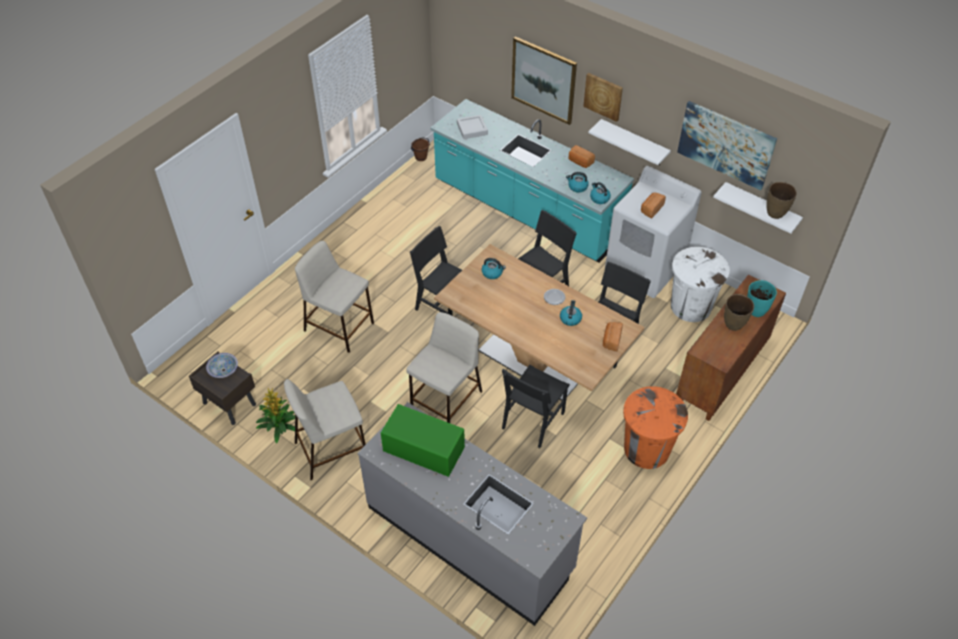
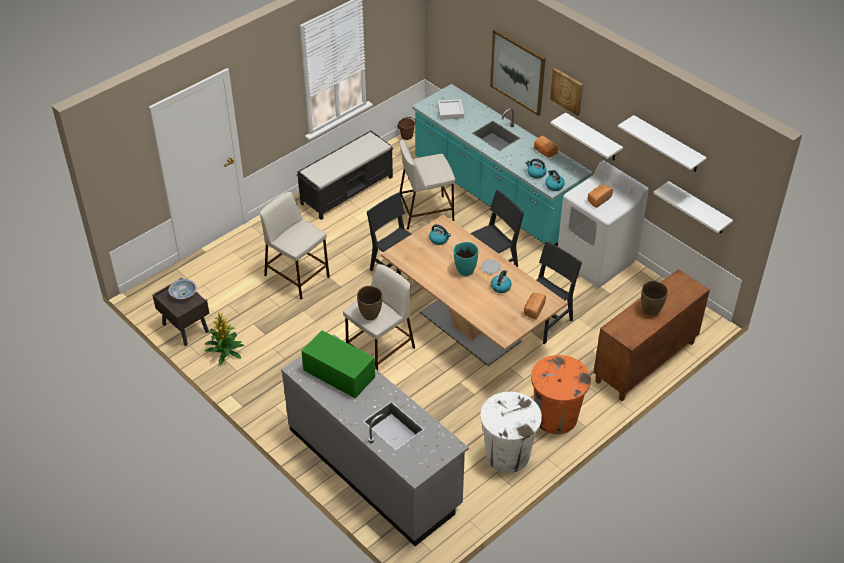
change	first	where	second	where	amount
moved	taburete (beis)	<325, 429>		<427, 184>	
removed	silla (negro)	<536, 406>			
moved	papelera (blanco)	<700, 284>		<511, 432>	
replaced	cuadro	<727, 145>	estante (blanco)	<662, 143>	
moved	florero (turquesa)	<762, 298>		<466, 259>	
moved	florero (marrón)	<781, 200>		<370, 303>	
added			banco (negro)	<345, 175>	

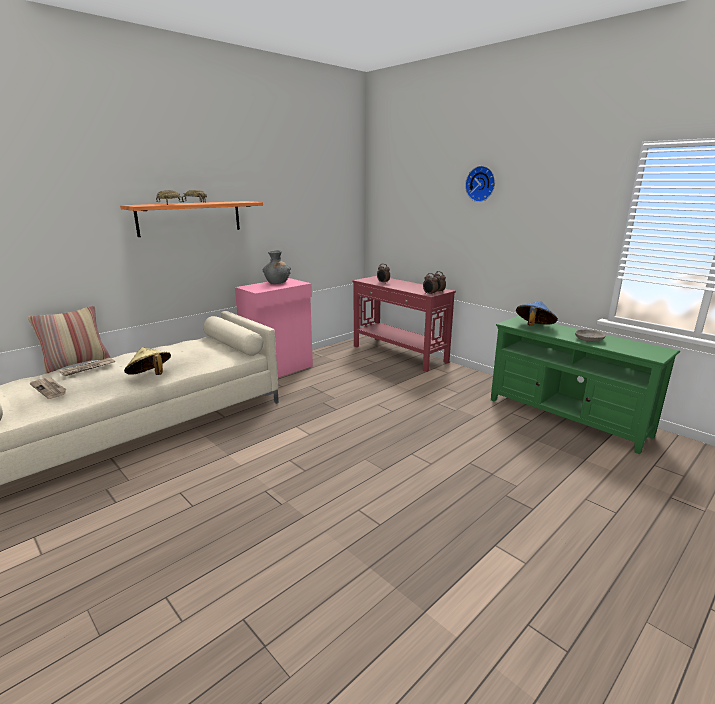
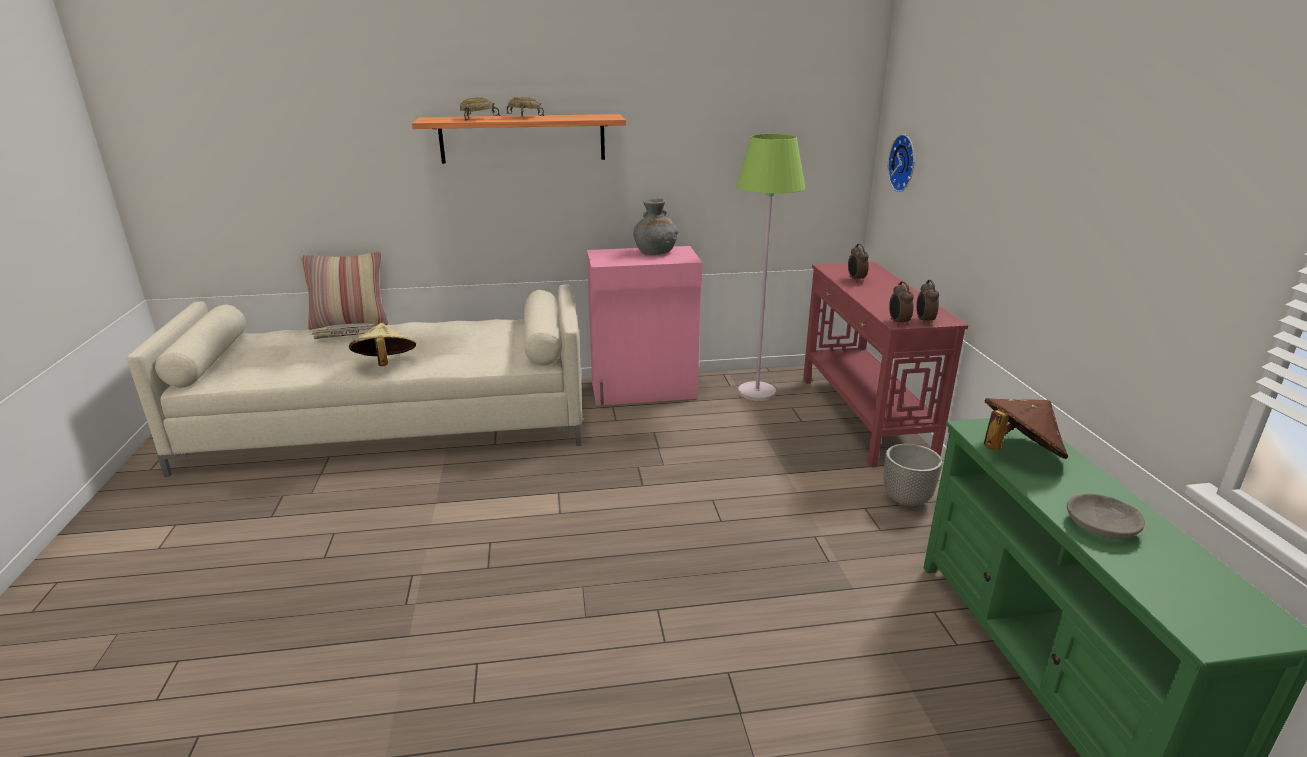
change	first	where	second	where	amount
removed	periódico	<48, 388>			
moved	reloj de pared	<480, 184>		<901, 163>	
recoloured	sombrero (azul)	<537, 313>	sombrero (marrón)	<1026, 428>	
added			lámpara de pie (verde)	<770, 267>	
added			maceta	<913, 476>	

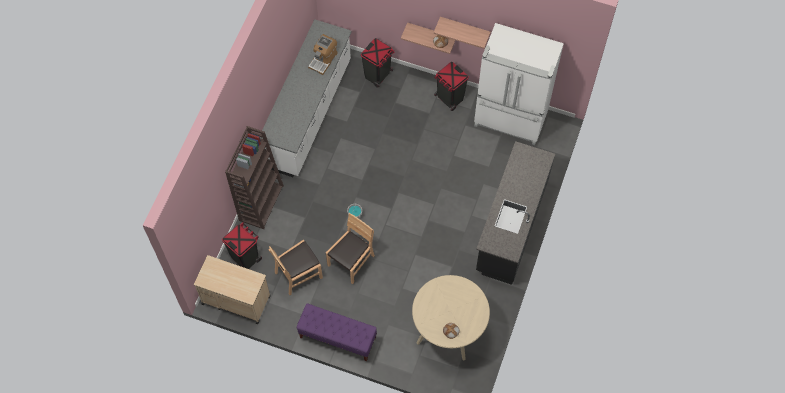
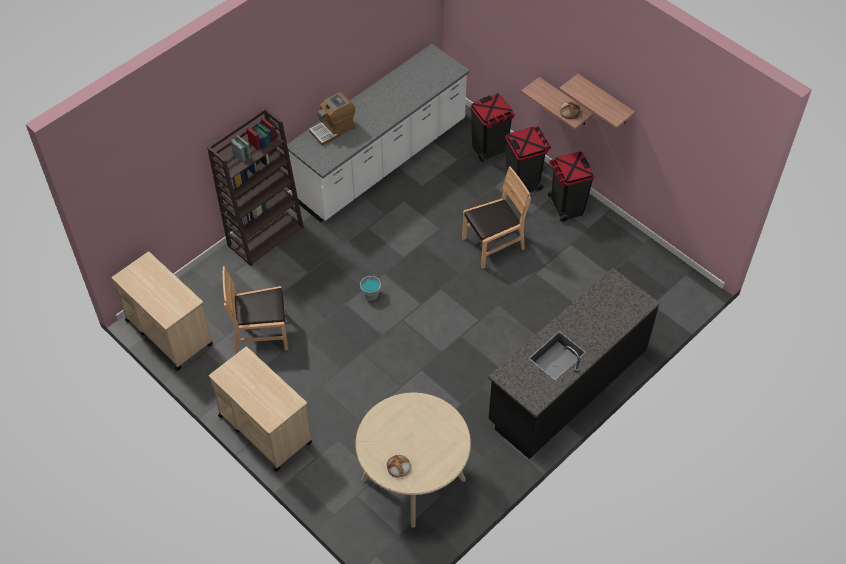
change	first	where	second	where	amount
moved	papelera (negro)	<242, 245>		<528, 159>	
replaced	banco (morado)	<337, 332>	carrito (beis)	<260, 409>	
moved	cafetera	<323, 54>		<332, 119>	
moved	silla (marrón)	<350, 248>		<496, 217>	
removed	nevera (blanco)	<519, 84>			

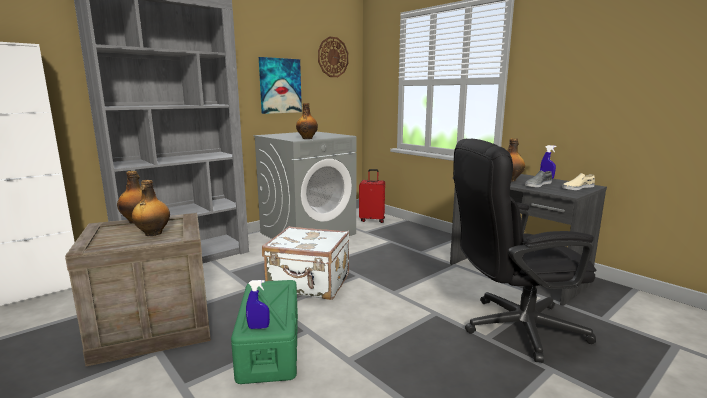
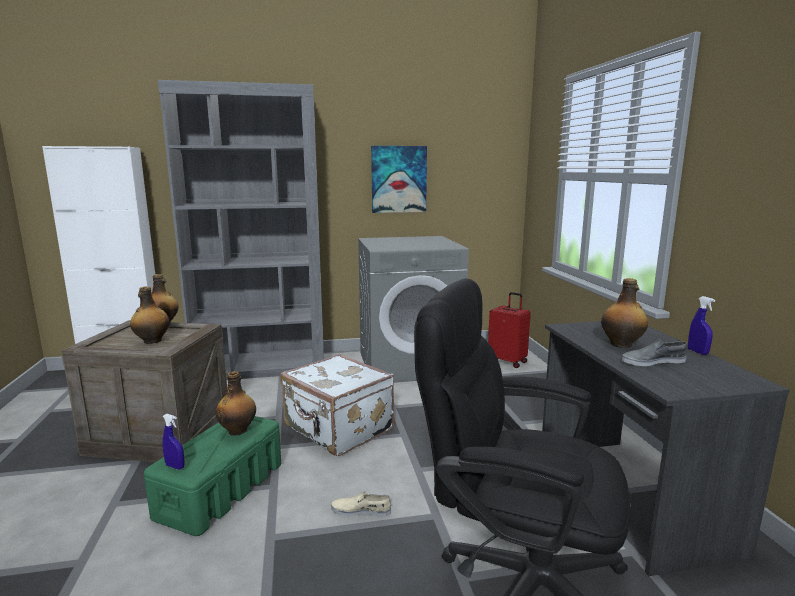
change	first	where	second	where	amount
moved	botella	<307, 121>		<236, 403>	
removed	reloj de pared	<333, 56>			
moved	zapato (beis)	<578, 181>		<361, 504>	

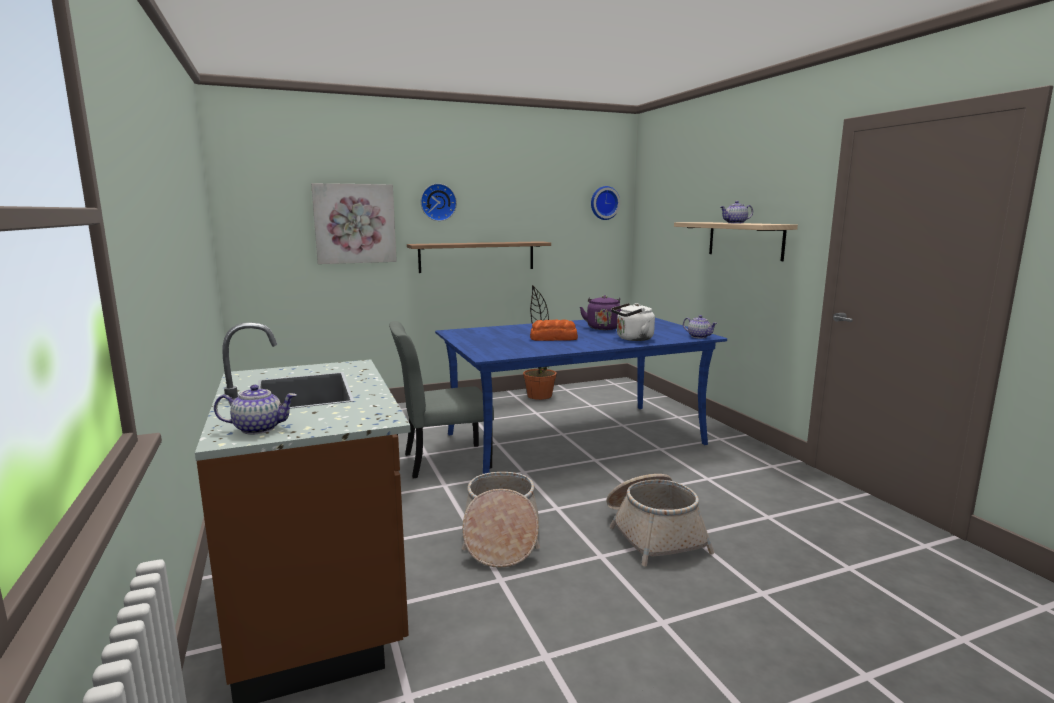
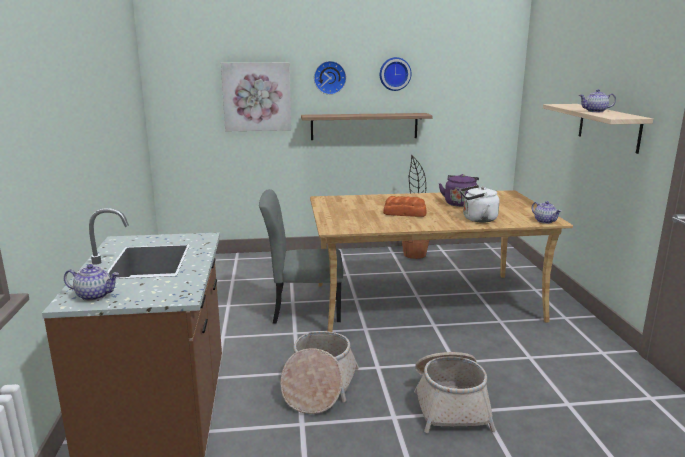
change	first	where	second	where	amount
recoloured	mesa de comedor (azul)	<581, 396>	mesa de comedor (beis)	<441, 261>	
moved	reloj de pared	<605, 203>		<395, 74>	

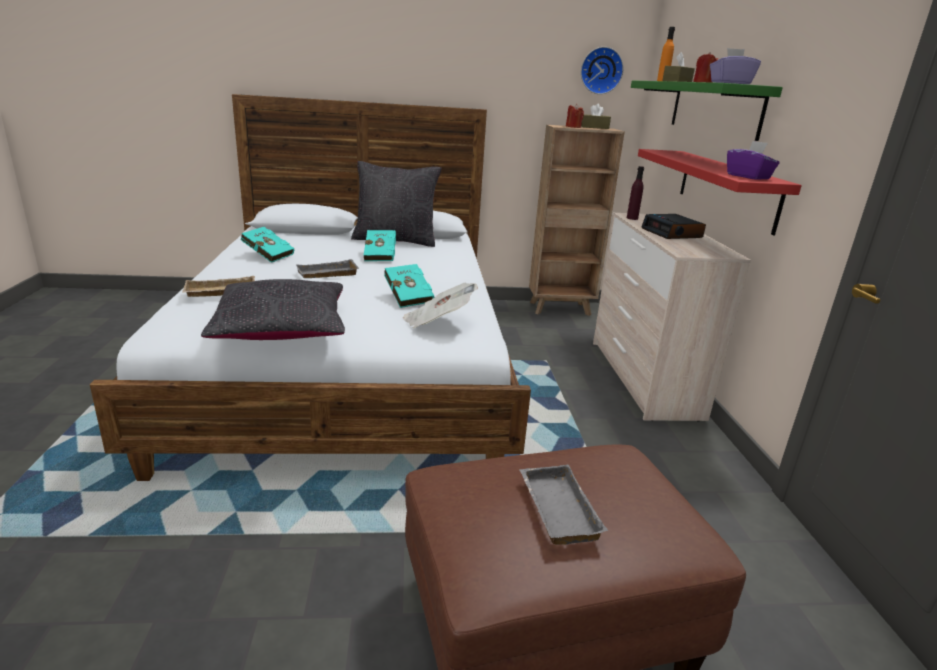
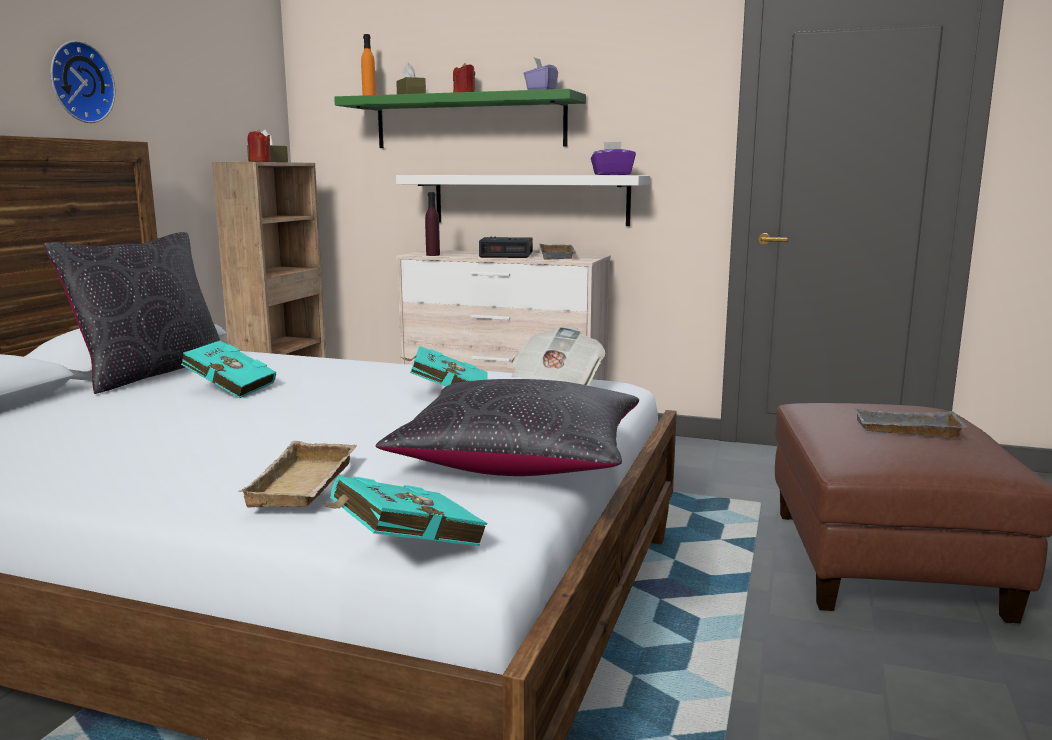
change	first	where	second	where	amount
moved	libro (turquesa)	<267, 245>		<404, 511>	
moved	bandeja (gris)	<328, 268>		<558, 252>	
moved	reloj de pared	<602, 70>		<83, 82>	
recoloured	estante (rojo)	<720, 192>	estante (blanco)	<523, 200>	

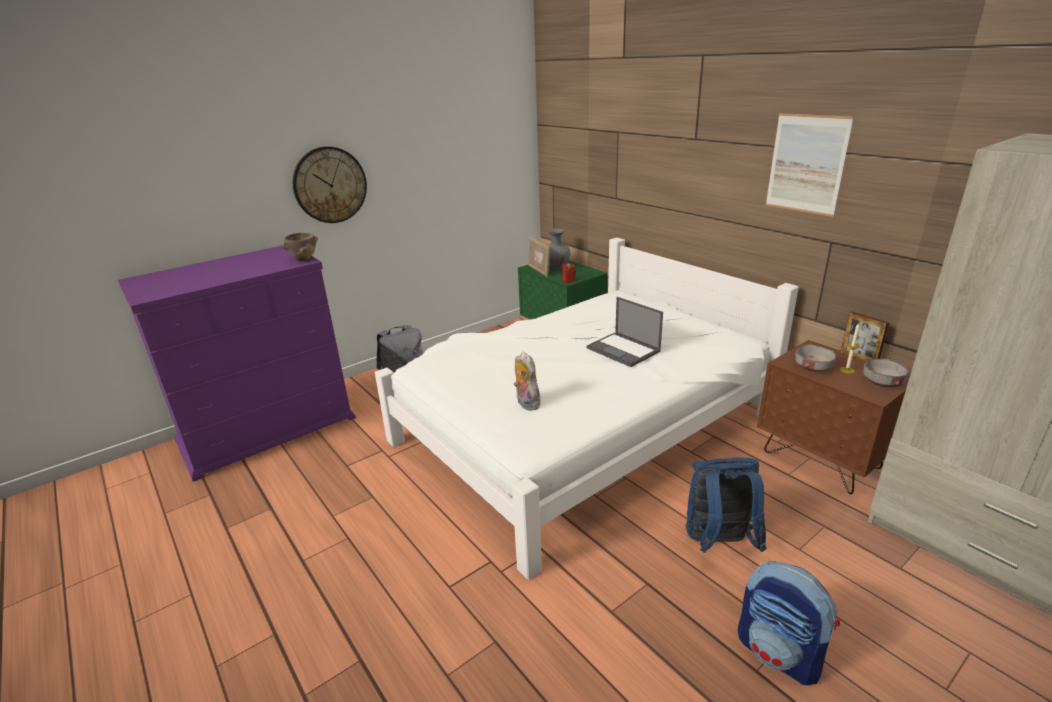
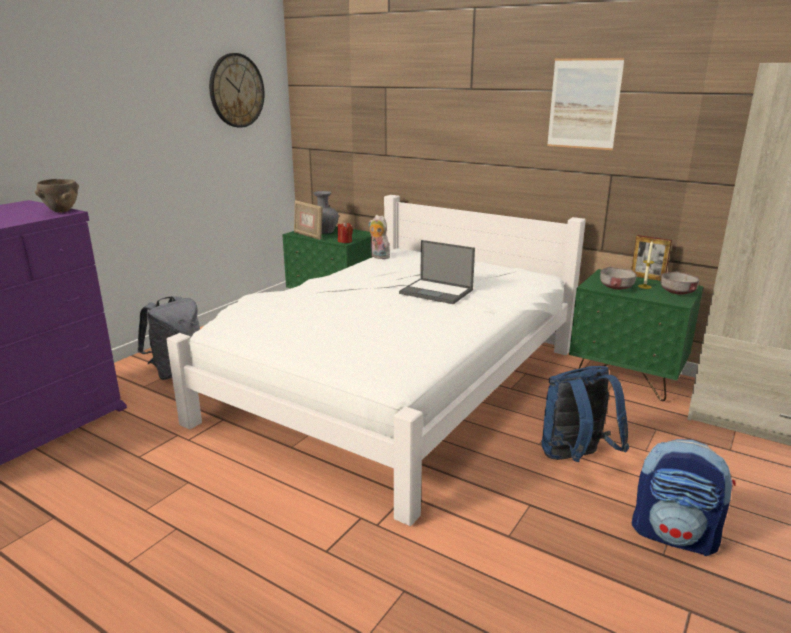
change	first	where	second	where	amount
moved	reloj de pared	<330, 184>		<236, 90>	
moved	peluche	<528, 381>		<379, 237>	
recoloured	mesita de noche (marrón)	<833, 417>	mesita de noche (verde)	<636, 335>	

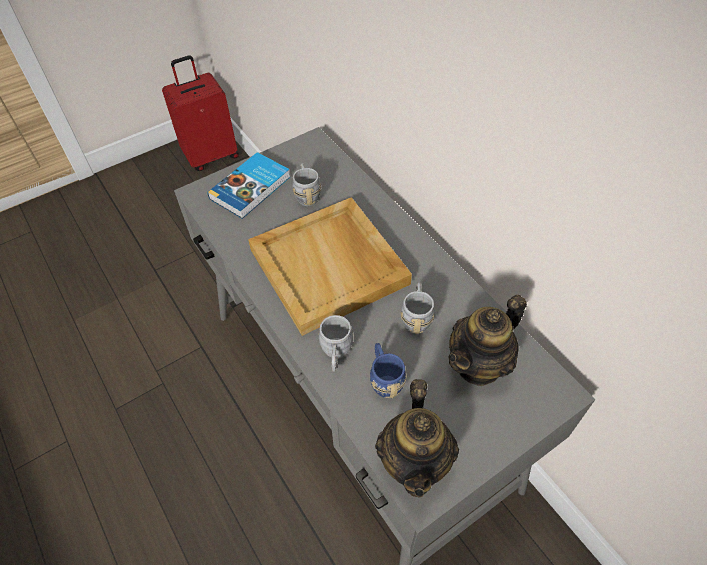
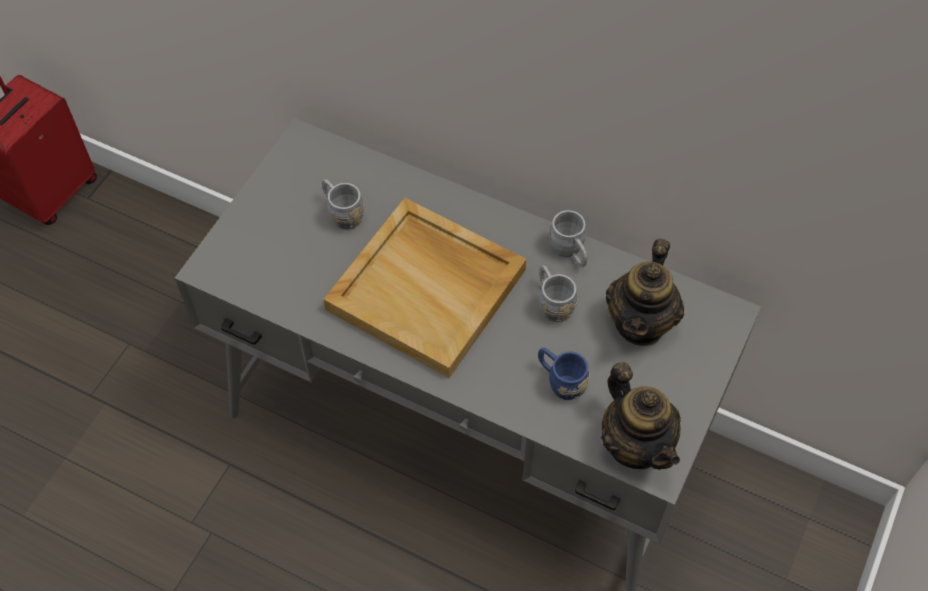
change	first	where	second	where	amount
removed	libro	<248, 185>			
moved	taza grande (gris)	<336, 343>		<568, 238>	

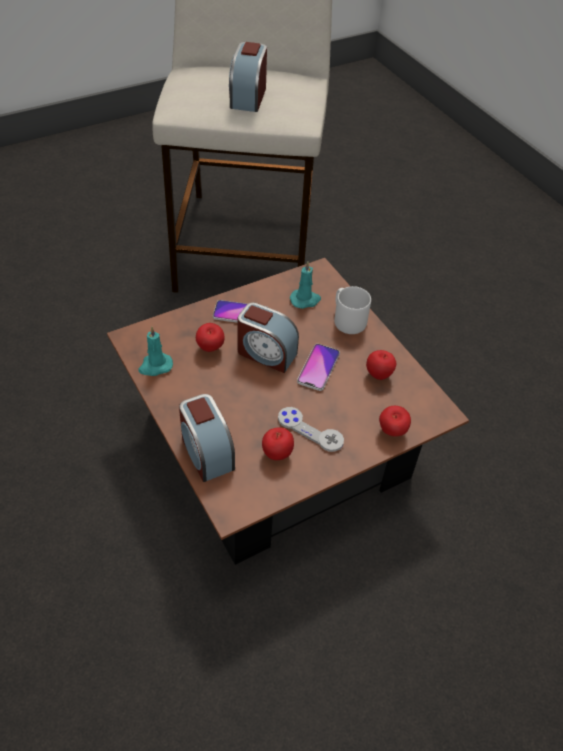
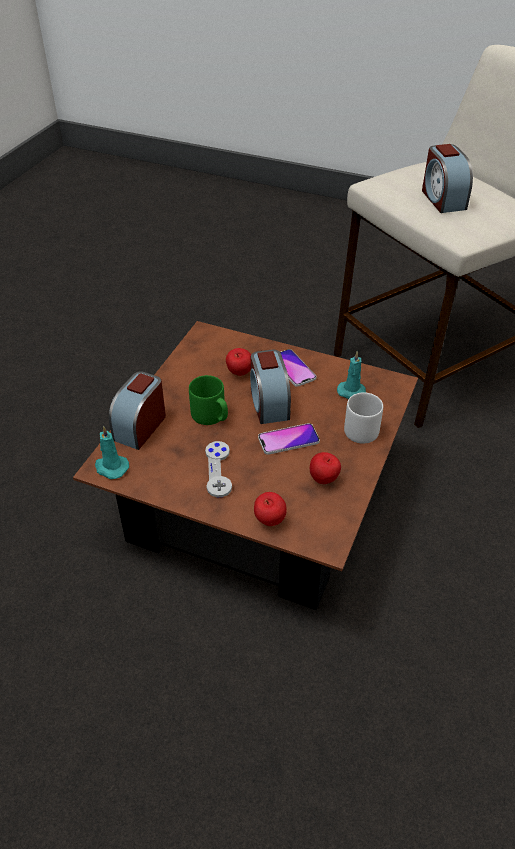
change	first	where	second	where	amount
moved	vela (turquesa)	<155, 351>		<112, 452>	
turned	despertador	<248, 77>		<447, 178>	75 degrees counterclockwise
removed	manzana	<278, 443>			
added			taza grande (verde)	<208, 400>	

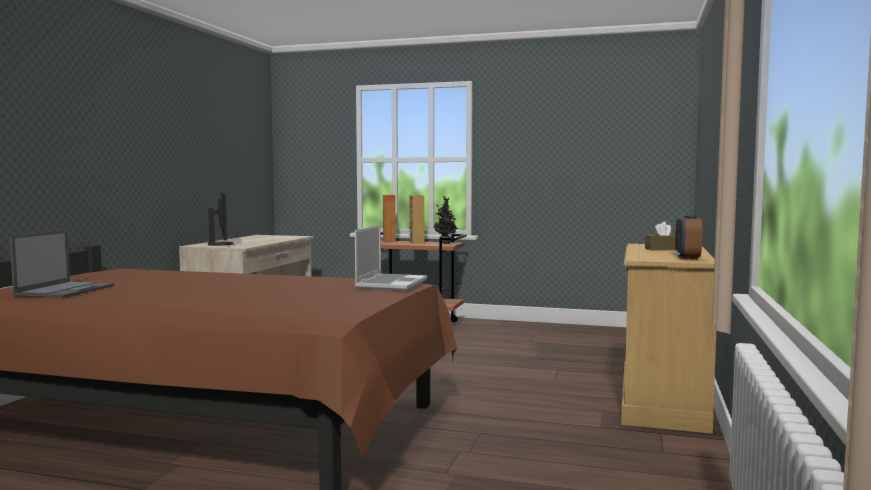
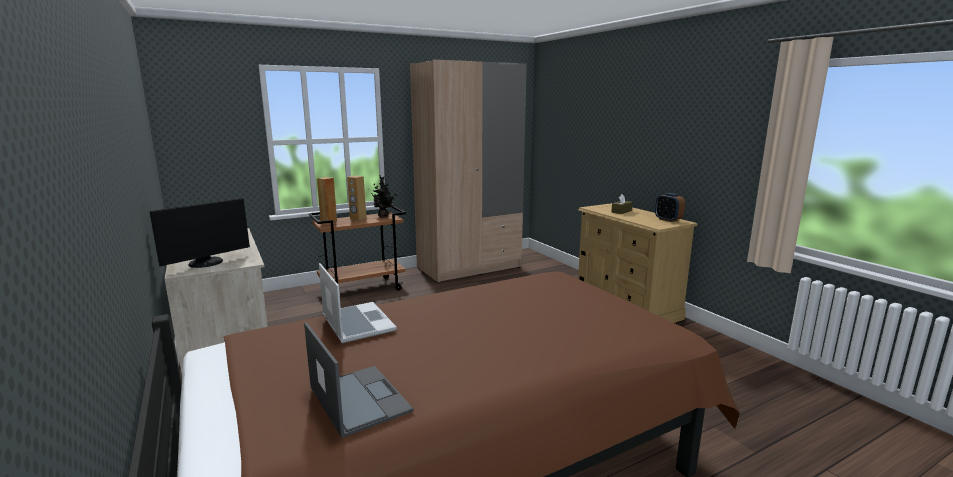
change	first	where	second	where	amount
turned	monitor	<221, 218>		<199, 233>	105 degrees clockwise
moved	portátil	<391, 258>		<358, 303>	
added			armario ropero (beis)	<468, 171>	

